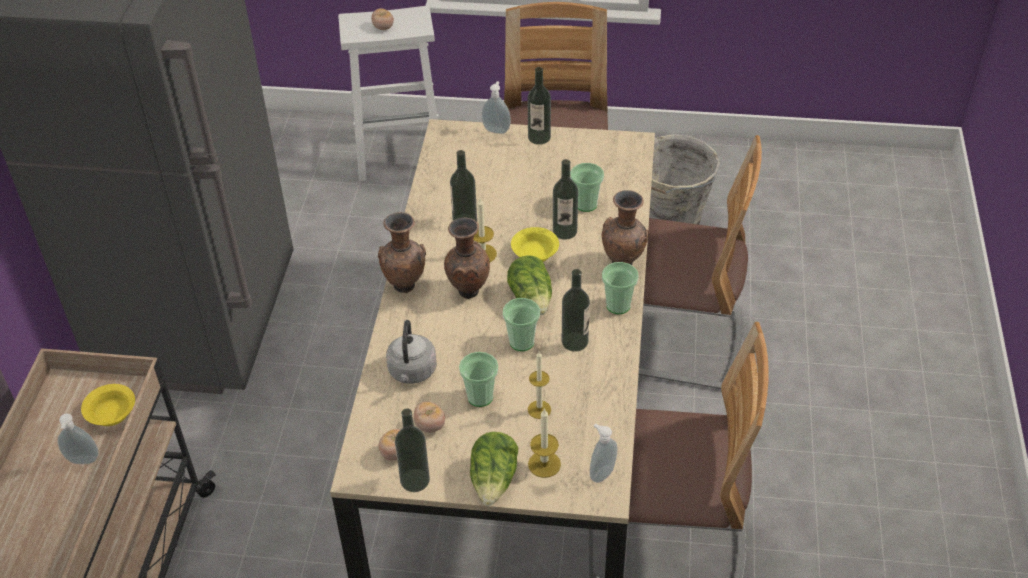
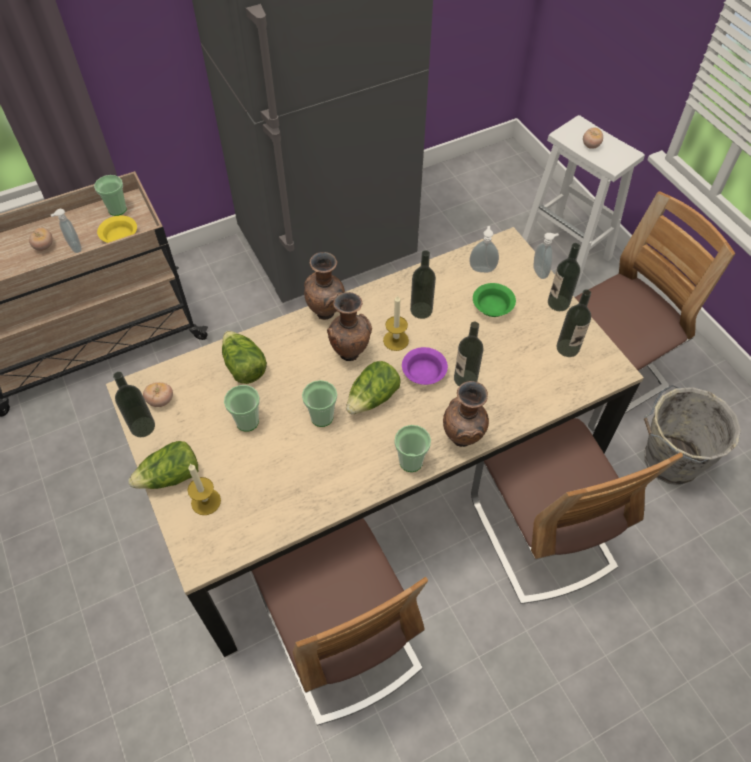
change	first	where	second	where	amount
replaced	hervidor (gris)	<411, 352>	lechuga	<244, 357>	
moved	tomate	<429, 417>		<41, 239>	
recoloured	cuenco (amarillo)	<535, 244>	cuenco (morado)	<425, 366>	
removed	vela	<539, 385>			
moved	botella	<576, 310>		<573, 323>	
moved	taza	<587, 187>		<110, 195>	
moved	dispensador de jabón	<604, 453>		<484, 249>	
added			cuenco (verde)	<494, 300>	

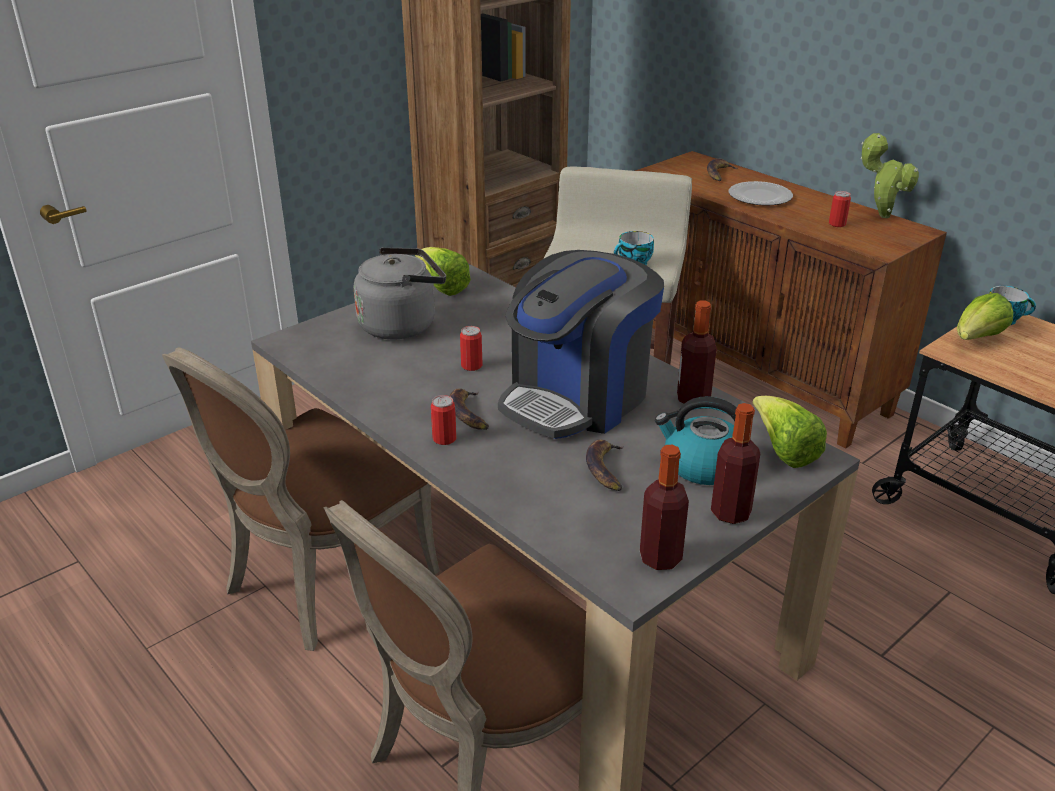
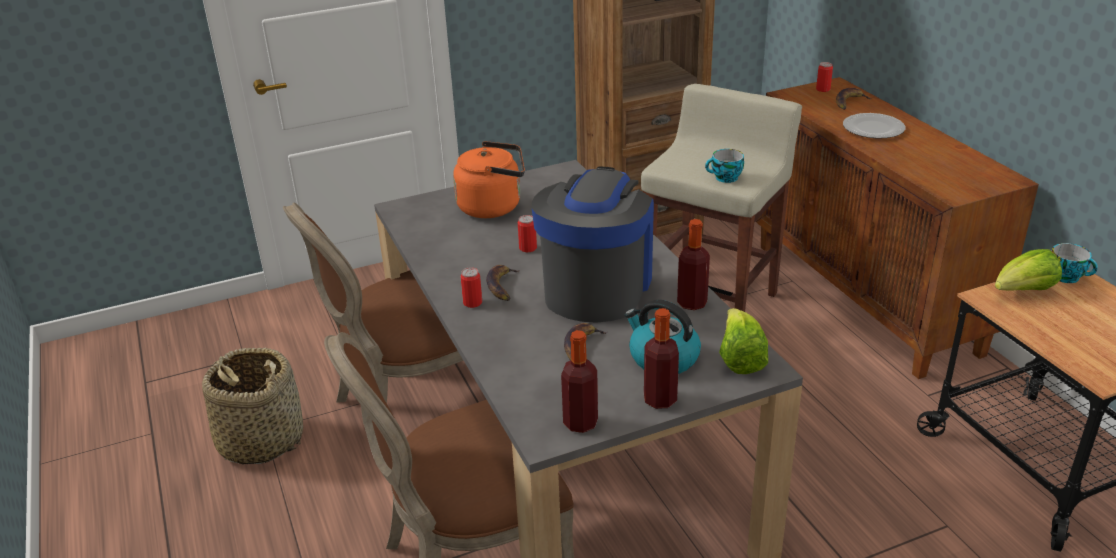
change	first	where	second	where	amount
recoloured	hervidor (gris)	<400, 293>	hervidor (naranja)	<489, 179>	
removed	lechuga	<443, 271>			
turned	cafetera	<581, 344>		<592, 244>	135 degrees clockwise
moved	lata	<840, 209>		<824, 77>	
removed	planta en maceta	<890, 175>			
added			cesta	<252, 406>	

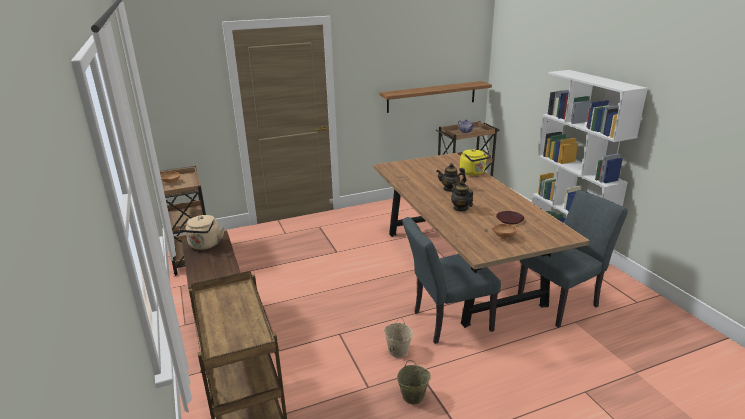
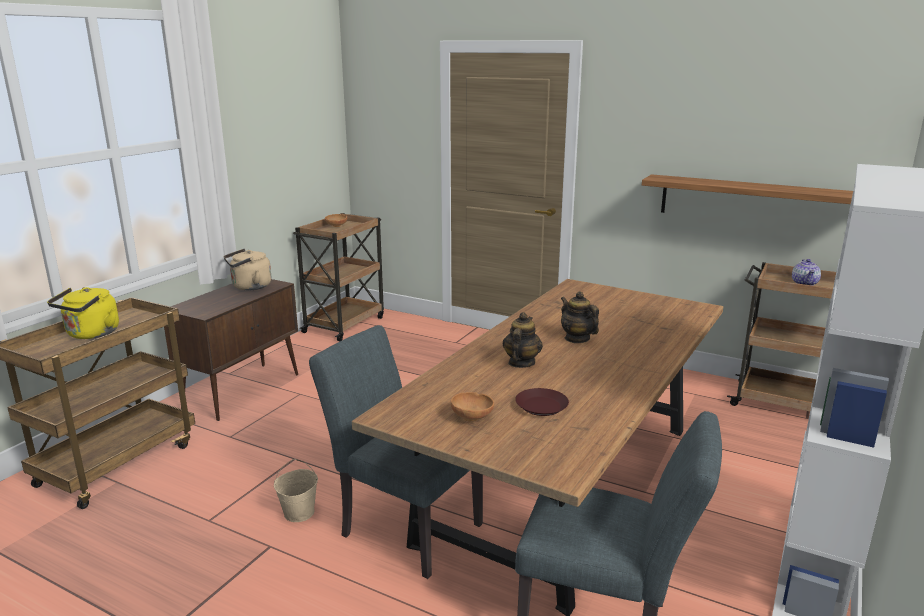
change	first	where	second	where	amount
removed	cubo (beis)	<414, 382>			
moved	hervidor (amarillo)	<475, 162>		<83, 313>	

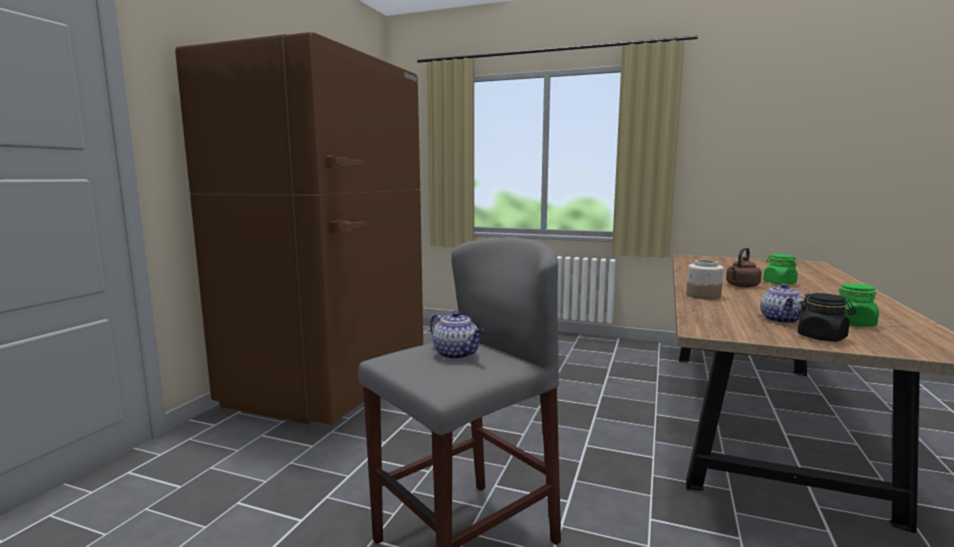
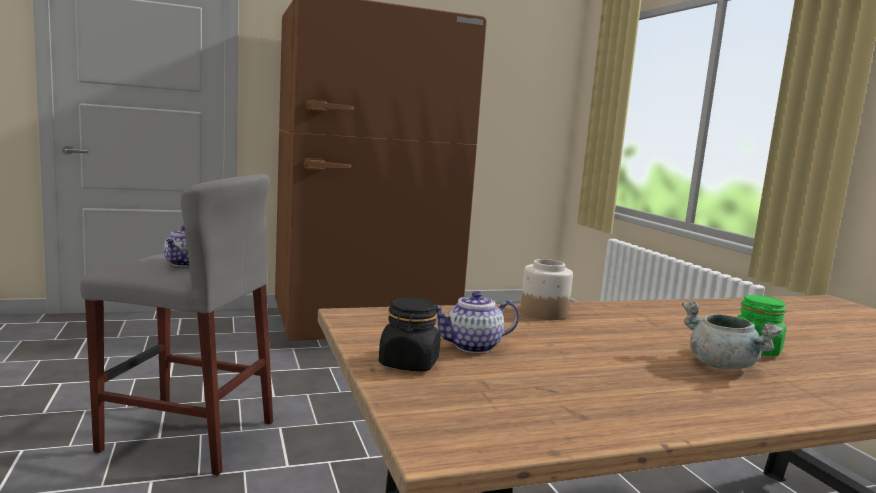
change	first	where	second	where	amount
removed	hervidor (marrón)	<744, 268>			
removed	tarro (verde)	<859, 305>			
added			olla (gris)	<733, 335>	

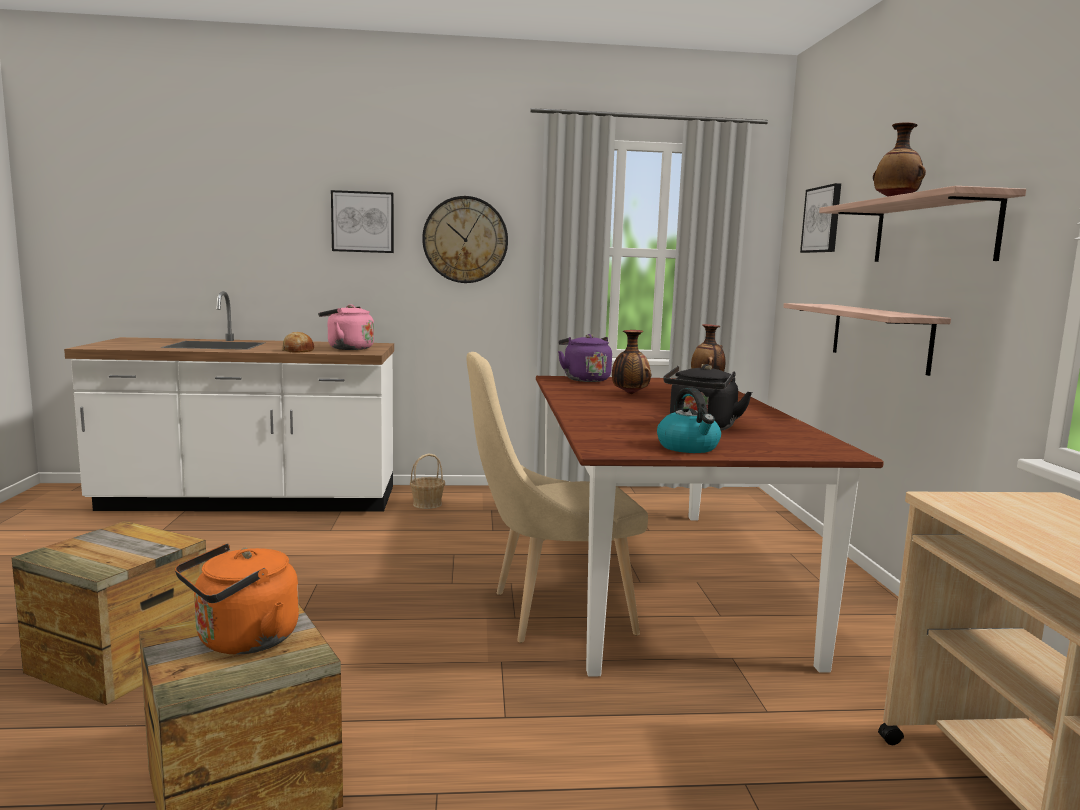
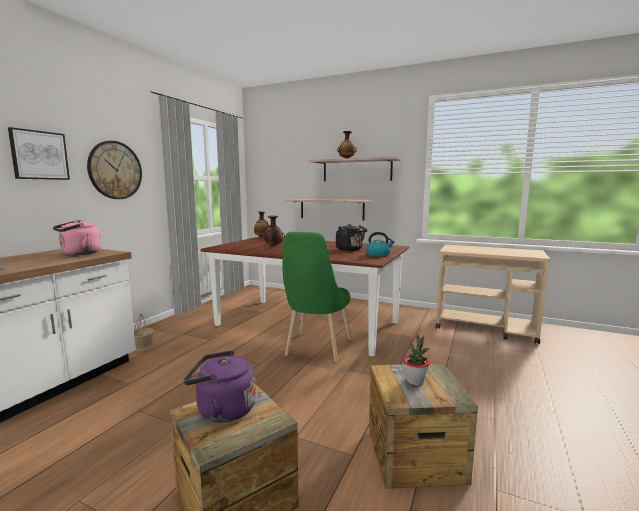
change	first	where	second	where	amount
replaced	hervidor (naranja)	<237, 598>	planta en maceta	<416, 360>	
removed	pan	<298, 342>			
recoloured	silla (beis)	<557, 497>	silla (verde)	<316, 297>	
moved	hervidor (morado)	<585, 358>		<219, 386>	
removed	cuadro	<820, 218>			

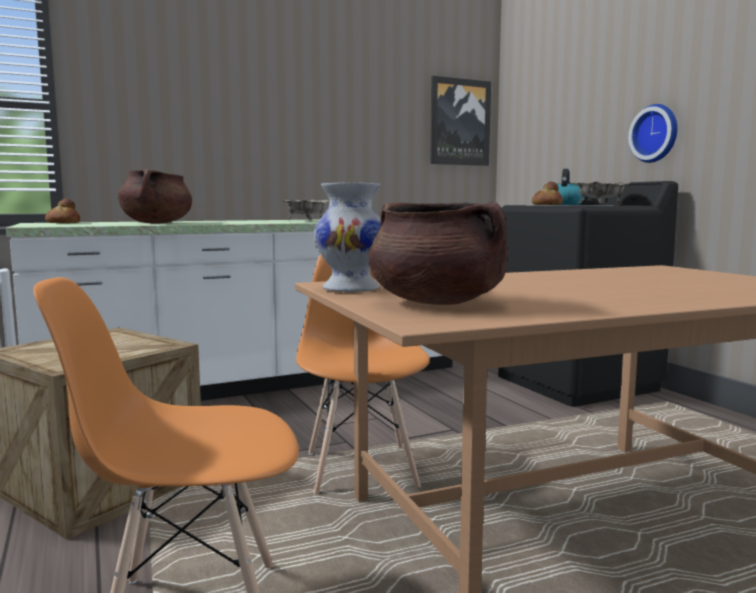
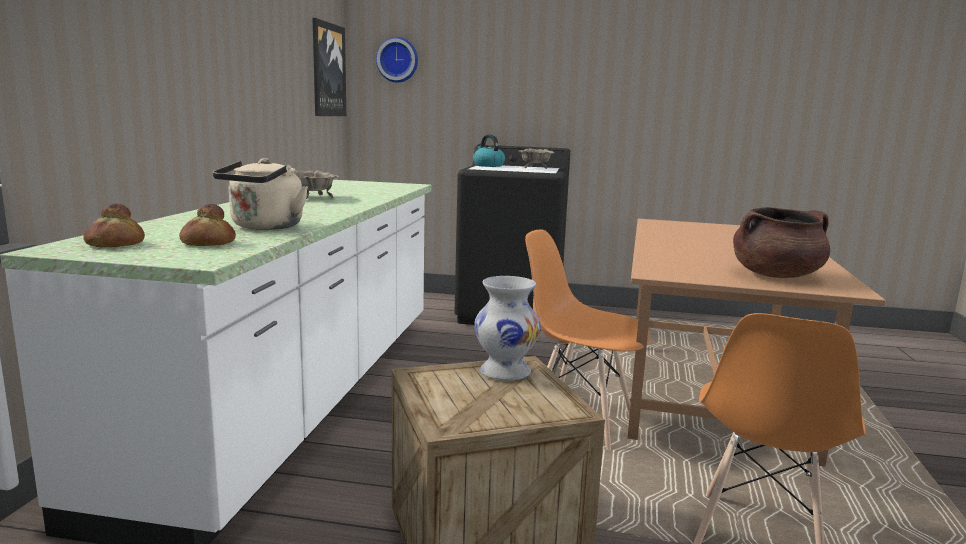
change	first	where	second	where	amount
replaced	olla (marrón)	<155, 196>	hervidor (beis)	<260, 194>	
moved	florero (blanco)	<347, 237>		<507, 328>	
moved	pan	<547, 193>		<207, 225>	
moved	reloj de pared	<653, 133>		<397, 59>	

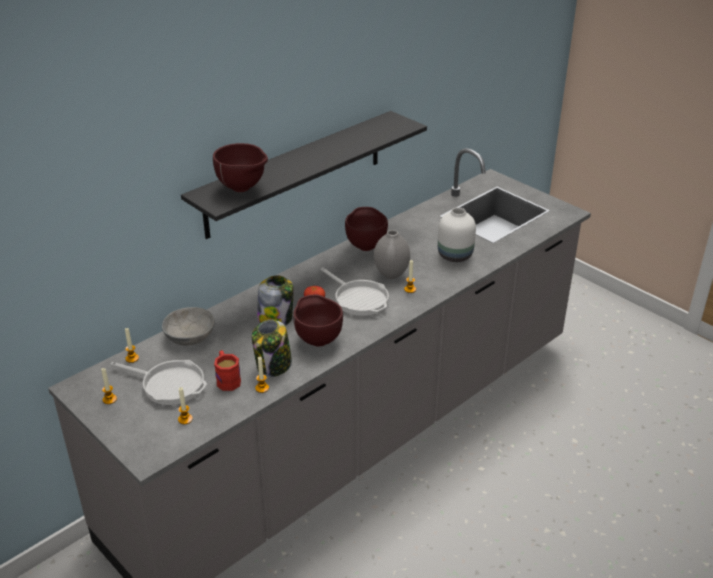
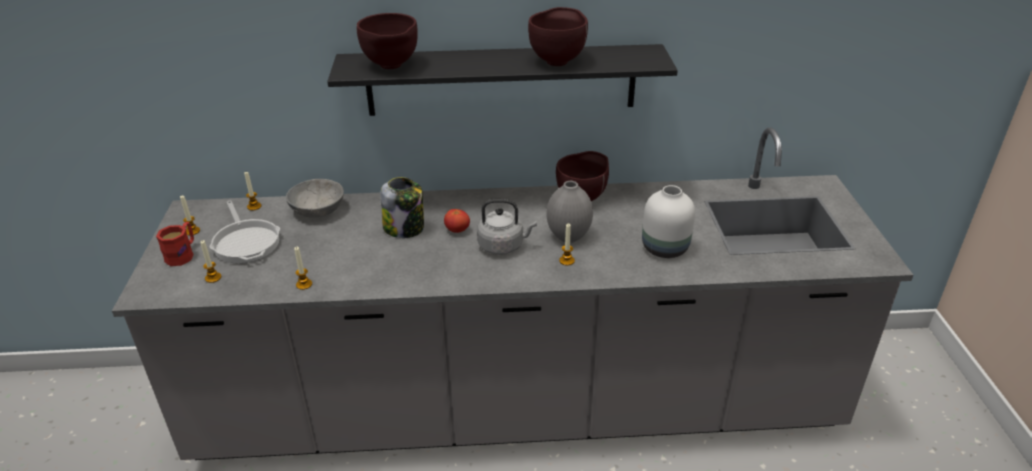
change	first	where	second	where	amount
moved	taza grande (rojo)	<227, 370>		<175, 244>	
removed	tarro	<272, 348>			
moved	cuenco (marrón)	<318, 321>		<558, 36>	
replaced	sartén	<354, 292>	hervidor (gris)	<507, 227>	

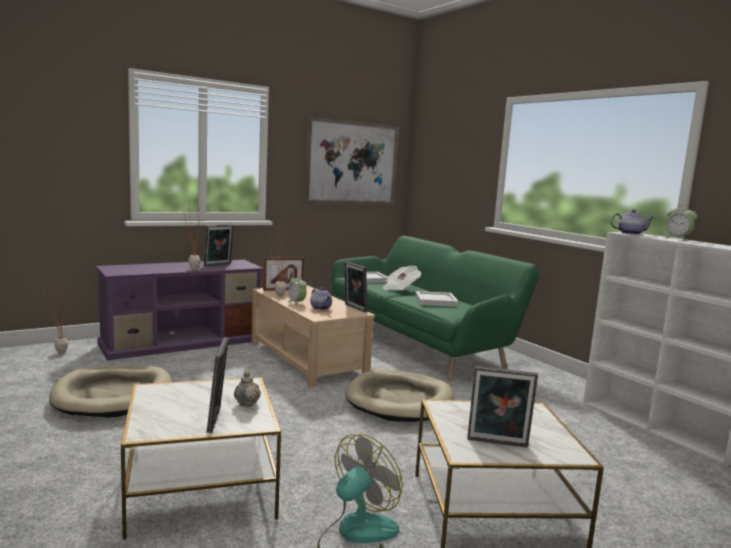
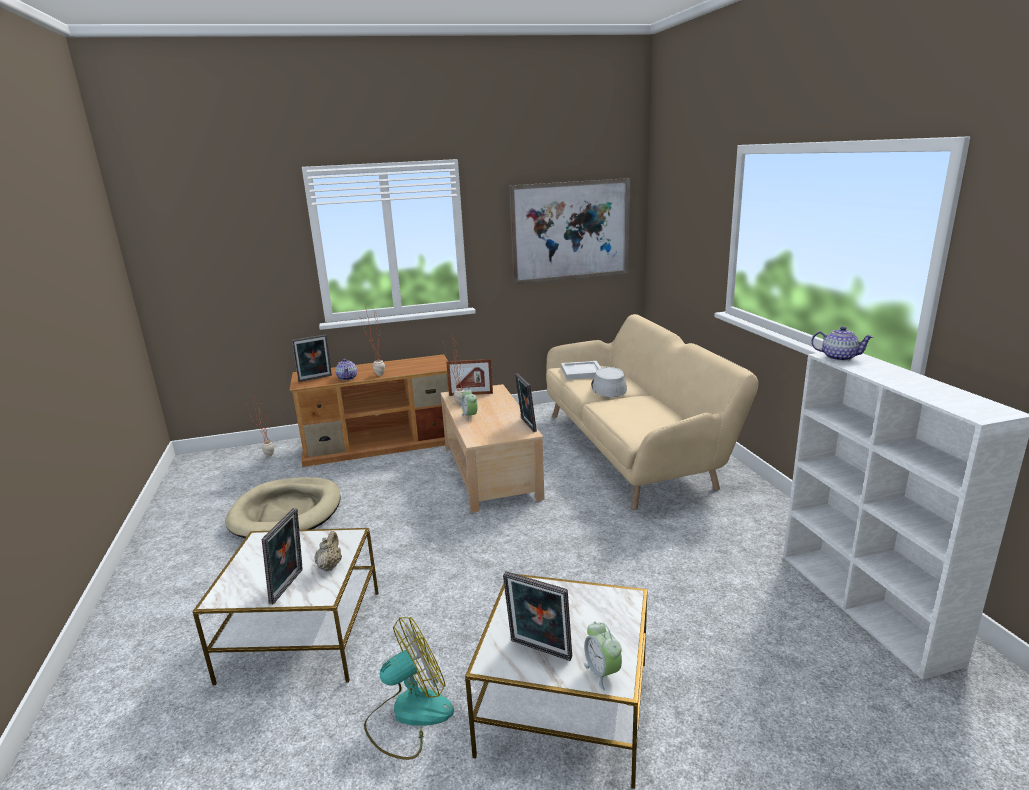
change	first	where	second	where	amount
recoloured	mueble de televisión (morado)	<179, 310>	mueble de televisión (marrón)	<369, 410>	
moved	portarretratos	<219, 245>		<312, 358>	
moved	tetera	<321, 298>		<346, 370>	
recoloured	sofá (verde)	<435, 308>	sofá (beis)	<652, 412>	
removed	cama para perro (beis)	<400, 395>			
replaced	periódico	<402, 278>	sombrero (gris)	<609, 382>	
removed	bandeja (blanco)	<437, 299>			
moved	despertador	<681, 223>		<603, 655>	

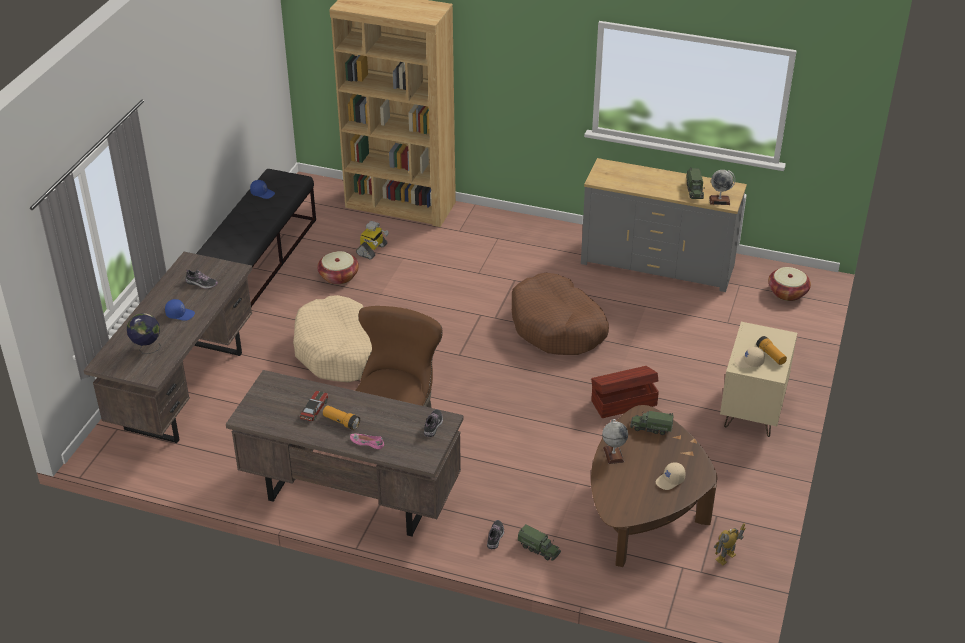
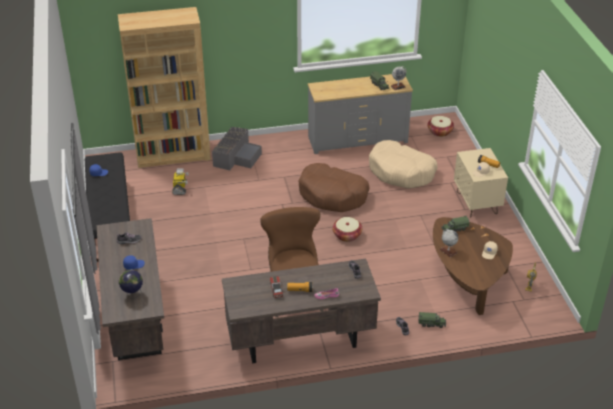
change	first	where	second	where	amount
moved	cama para perro (beis)	<332, 338>		<403, 164>	
moved	cesta	<338, 268>		<347, 229>	
removed	caja de almacenaje (marrón)	<625, 392>			
added			caja de almacenaje (gris)	<237, 148>	

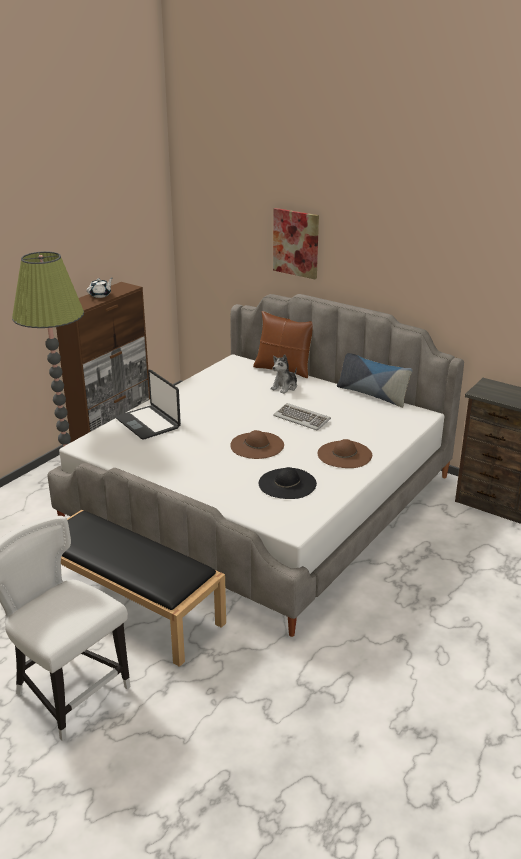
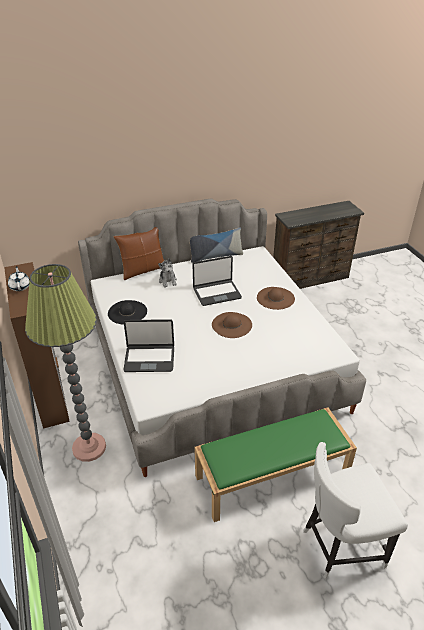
change	first	where	second	where	amount
recoloured	banco (negro)	<143, 588>	banco (verde)	<275, 464>	
moved	sombrero (negro)	<288, 483>		<127, 312>	
removed	cuadro	<296, 243>			
replaced	teclado	<302, 417>	portátil	<217, 281>	

